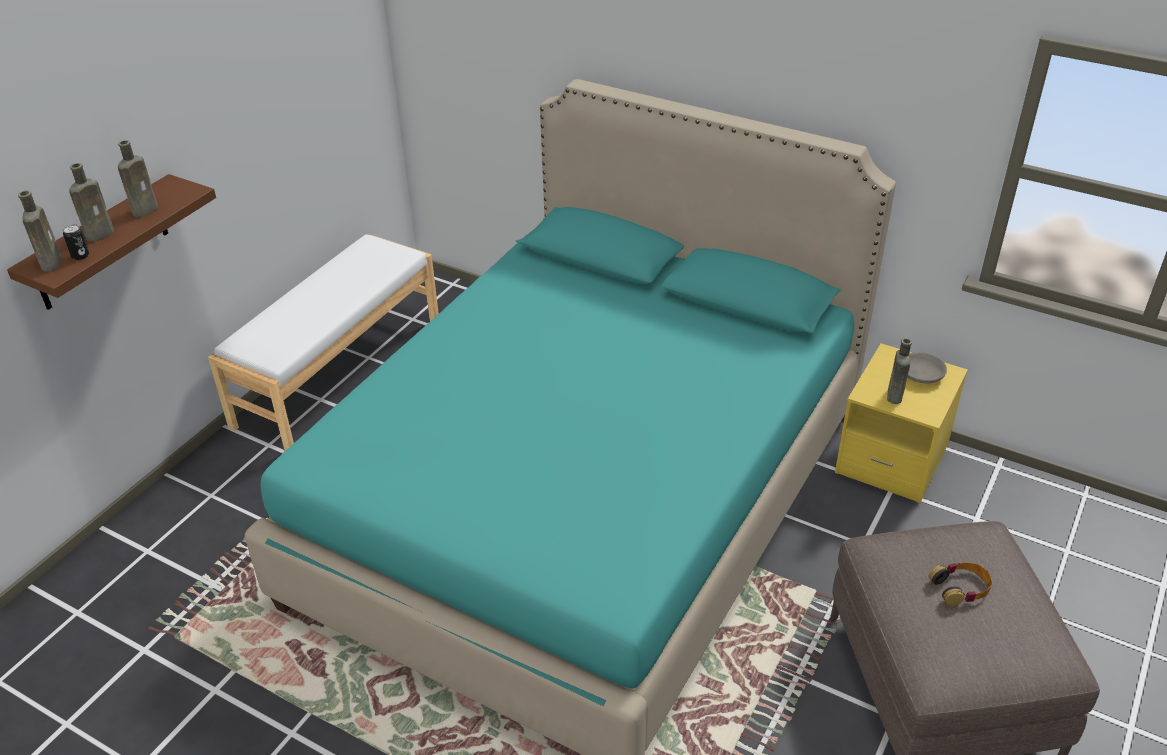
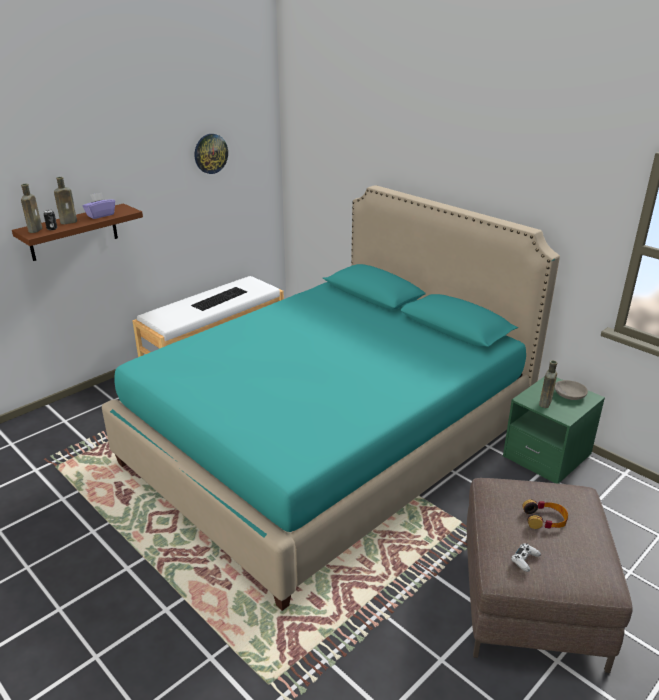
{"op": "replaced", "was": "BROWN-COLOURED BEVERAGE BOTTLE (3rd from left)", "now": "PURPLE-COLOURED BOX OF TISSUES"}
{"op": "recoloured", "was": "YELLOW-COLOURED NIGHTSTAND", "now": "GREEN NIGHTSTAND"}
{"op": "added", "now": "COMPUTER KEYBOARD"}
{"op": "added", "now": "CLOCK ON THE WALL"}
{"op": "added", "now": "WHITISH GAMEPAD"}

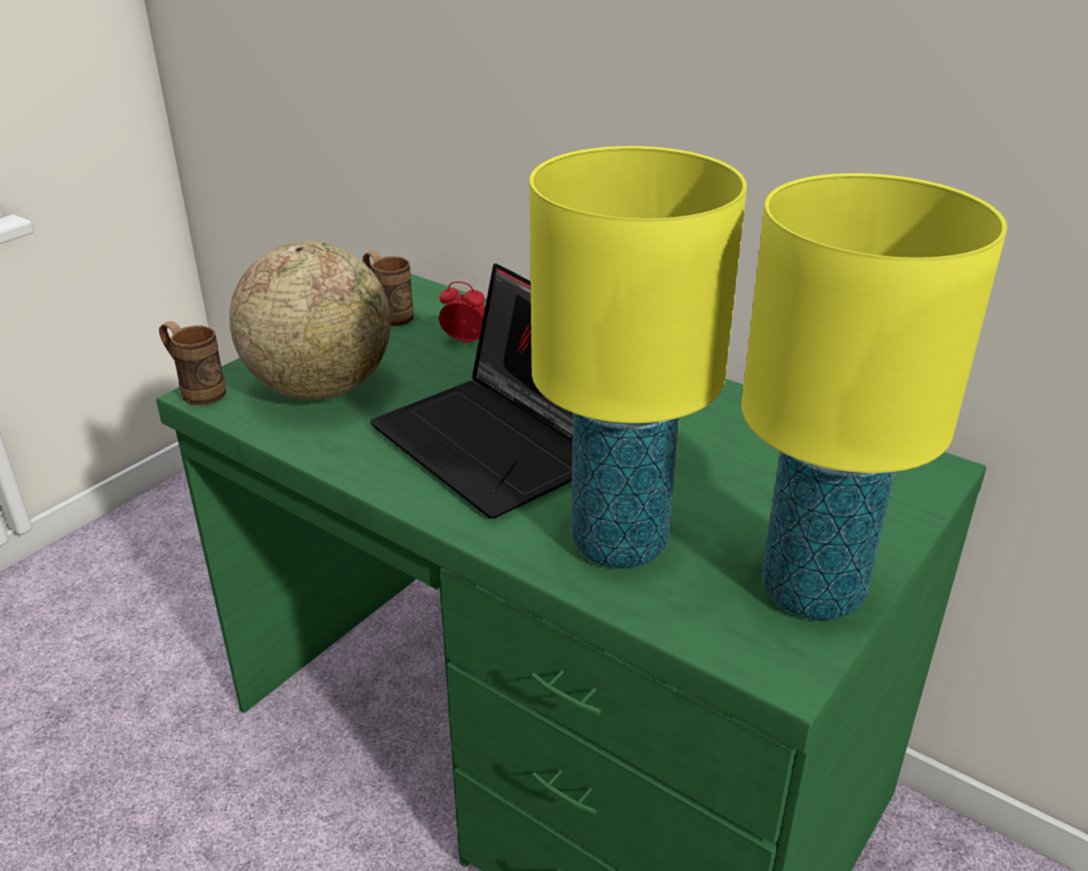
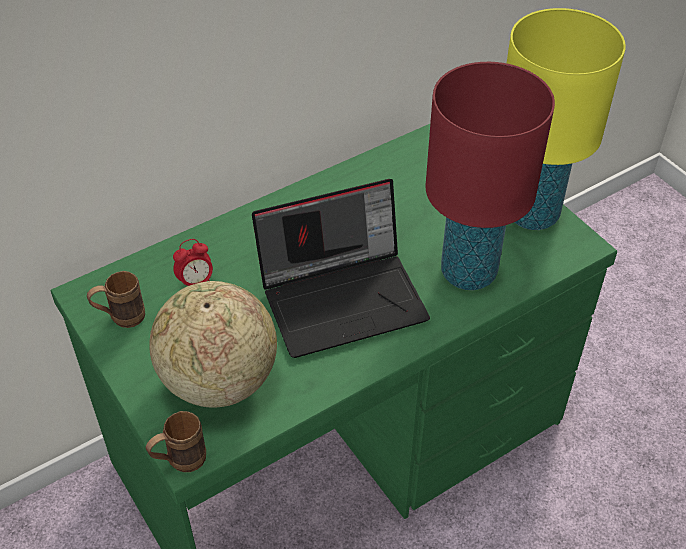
{"op": "turned", "was": "TABLE CLOCK", "clockwise": -150}
{"op": "recoloured", "was": "YELLOW-COLOURED LAMP FOR A TABLE (1st from left)", "now": "REDDISH LAMP FOR A TABLE"}

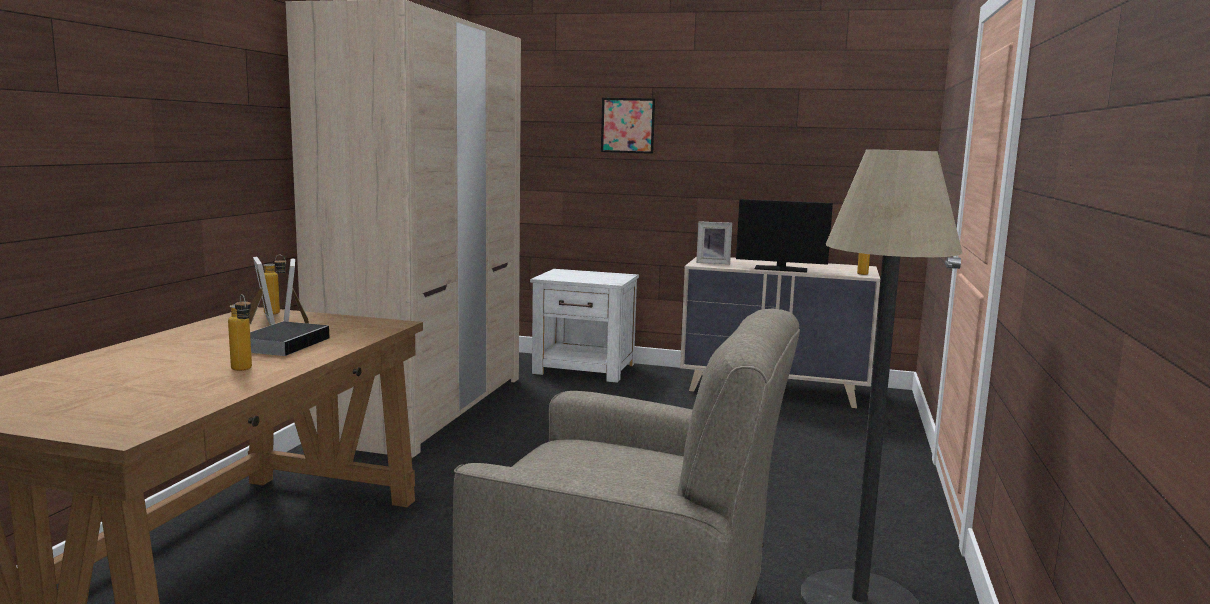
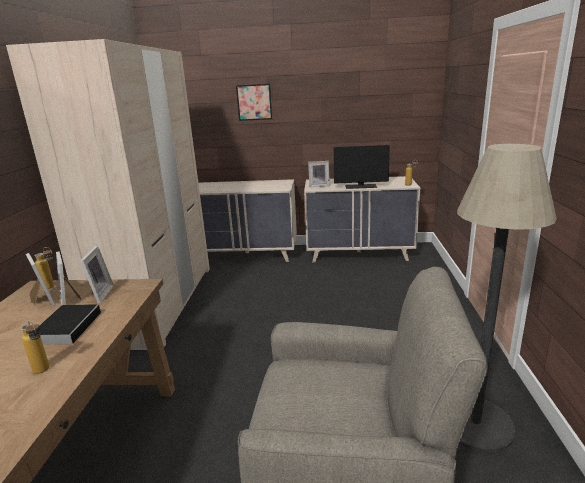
{"op": "replaced", "was": "WHITISH NIGHTSTAND", "now": "BEIGE-COLOURED DRAWER CHEST (1st from left)"}
{"op": "added", "now": "PICTURE FRAME (3rd from left)"}

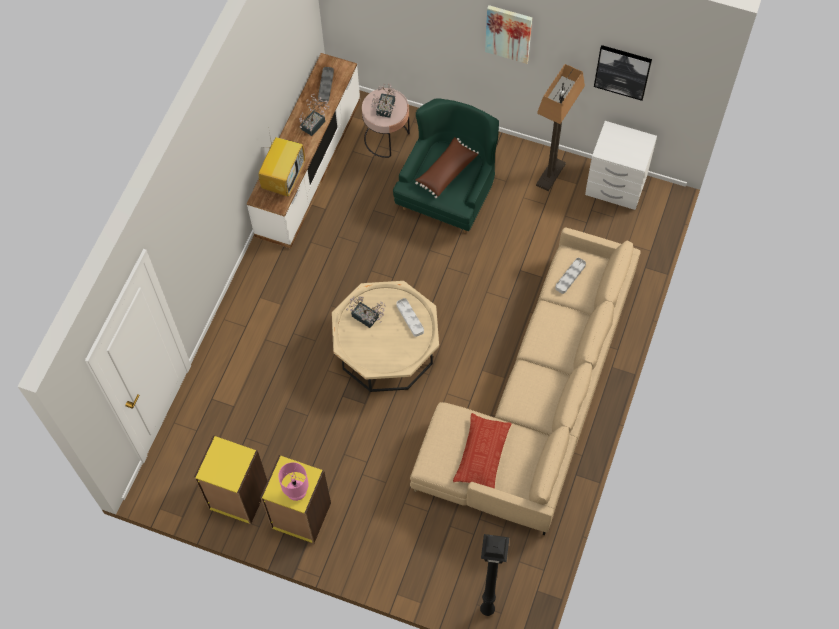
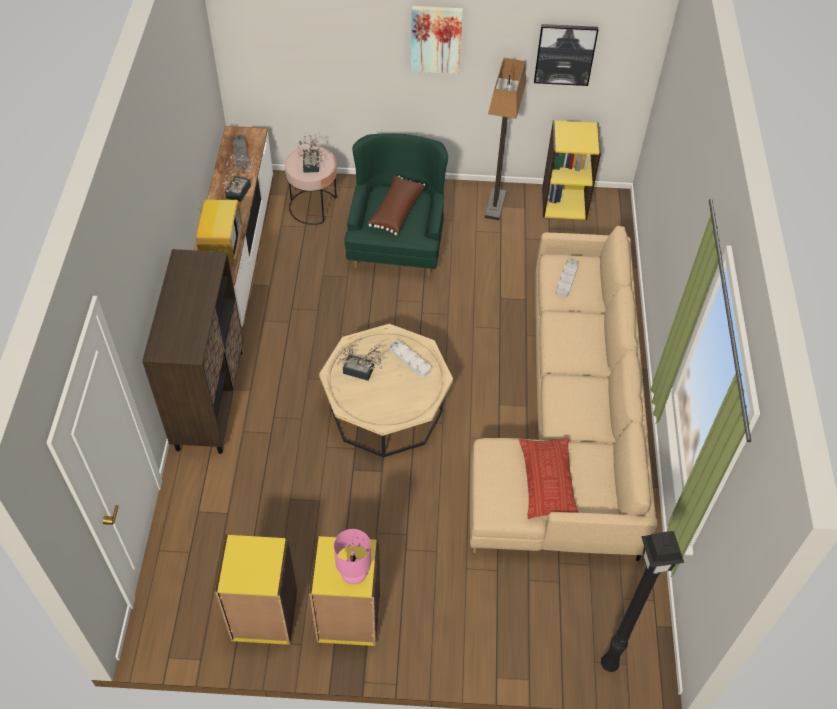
{"op": "replaced", "was": "WHITISH NIGHTSTAND", "now": "YELLOW-COLOURED BOOKCASE (3rd from left)"}
{"op": "added", "now": "BROWN-COLOURED CUPBOARD"}

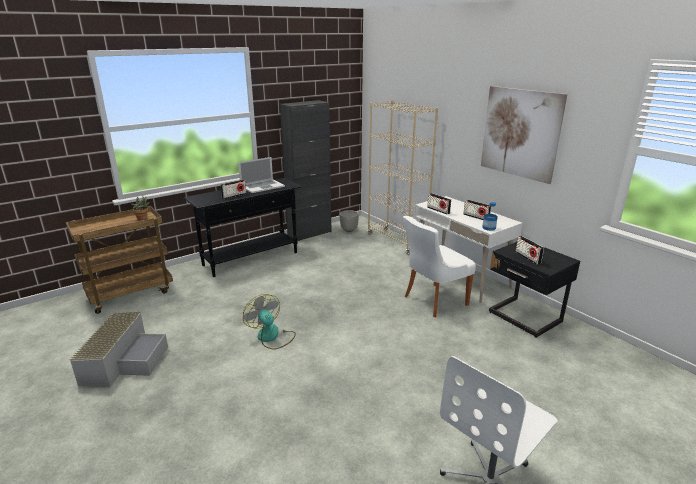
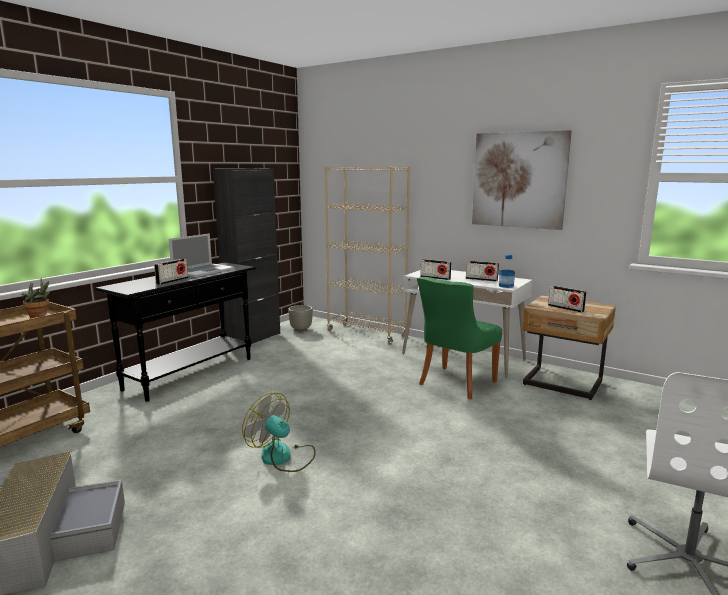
{"op": "recoloured", "was": "WHITISH PLAIN CHAIR", "now": "GREEN PLAIN CHAIR"}
{"op": "recoloured", "was": "BLACKISH NIGHTSTAND", "now": "BEIGE-COLOURED NIGHTSTAND"}

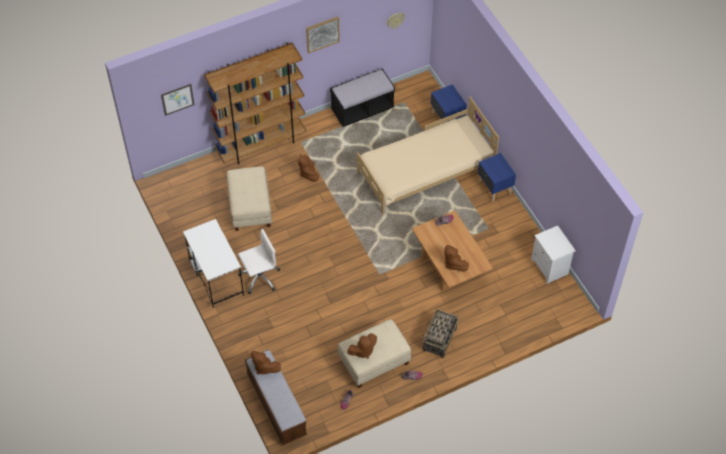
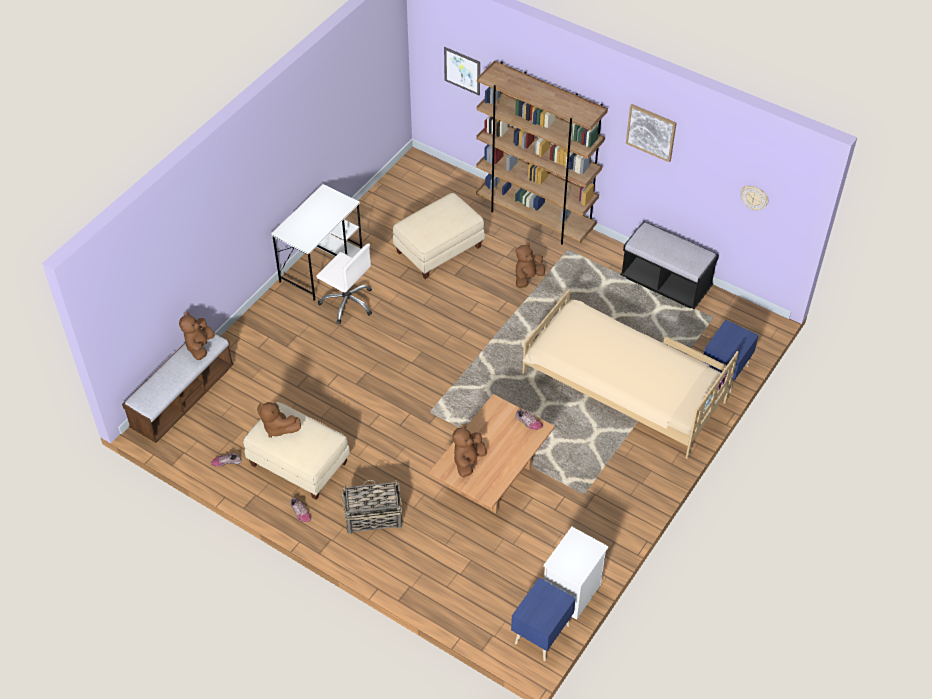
{"op": "moved", "was": "BLUE NIGHTSTAND (2nd from left in the first image)", "now": "BLUE NIGHTSTAND (1st from left)"}

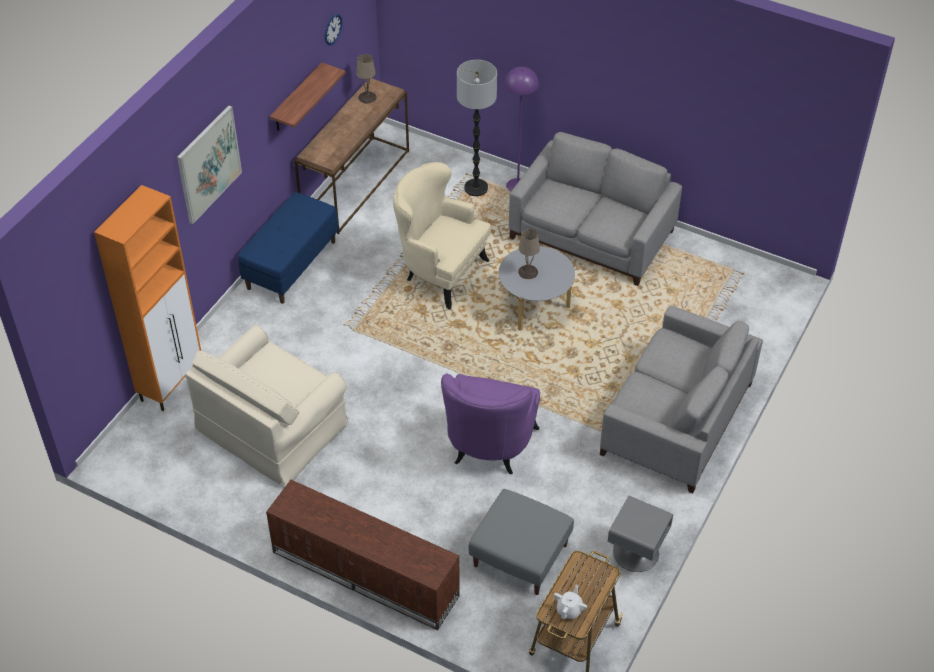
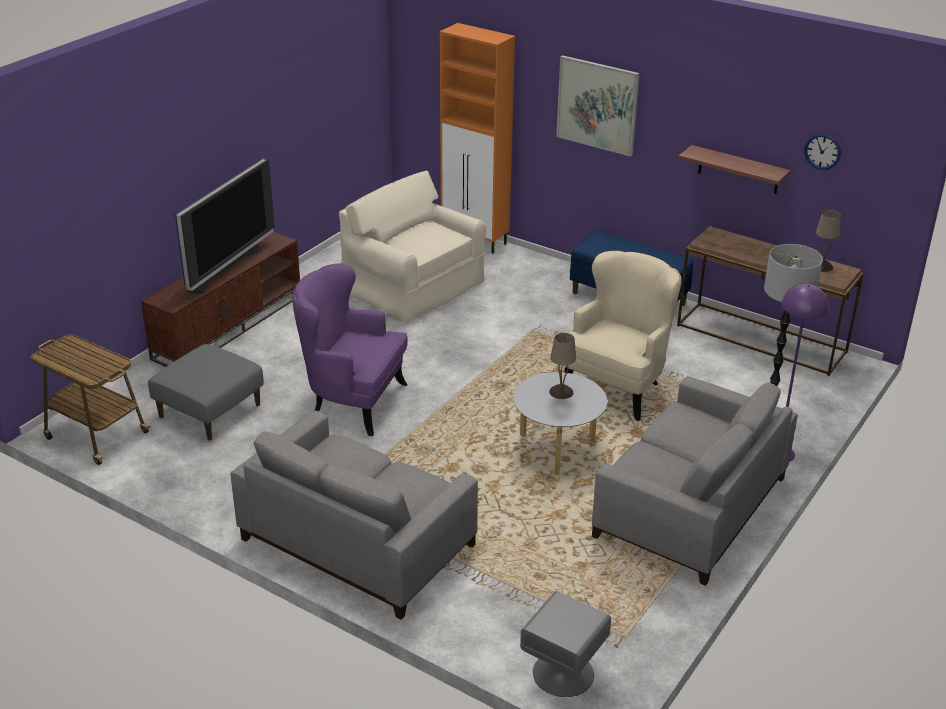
{"op": "removed", "was": "WHITISH POT FOR TEA"}
{"op": "moved", "was": "GRAY NIGHTSTAND"}
{"op": "added", "now": "TV"}

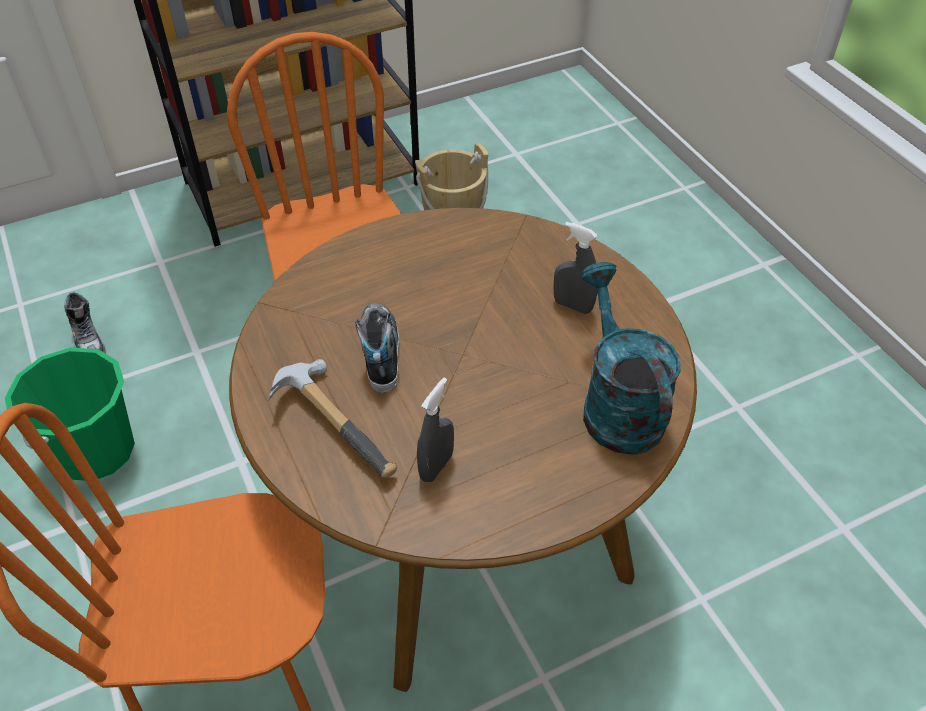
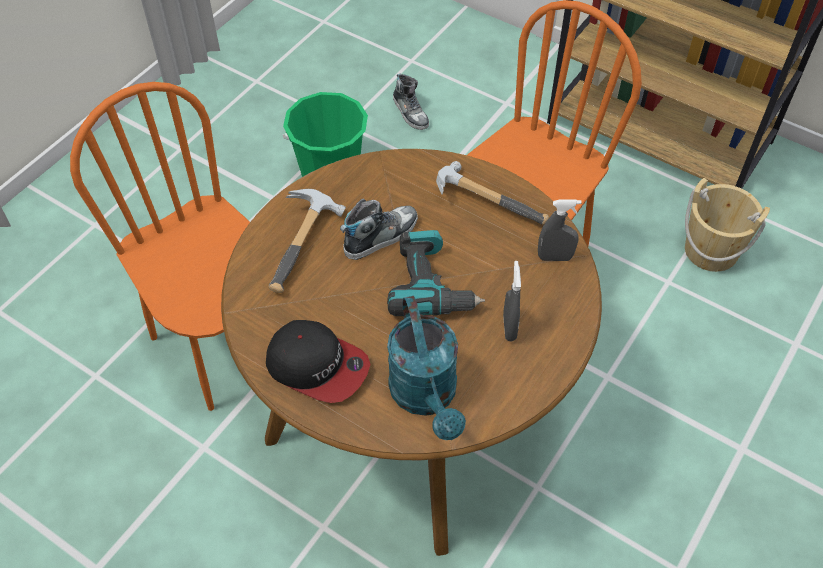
{"op": "turned", "was": "ITEM OF FOOTWEAR (1st from left in the first image)", "clockwise": -60}
{"op": "moved", "was": "GRAY HAND SPRAYER (1st from left in the first image)", "now": "GRAY HAND SPRAYER (2nd from left)"}
{"op": "turned", "was": "TURQUOISE WATERING CAN", "clockwise": 120}
{"op": "added", "now": "BASEBALL CAP"}
{"op": "added", "now": "ELECTRIC DRILL"}
{"op": "added", "now": "HAMMER (2nd from left)"}

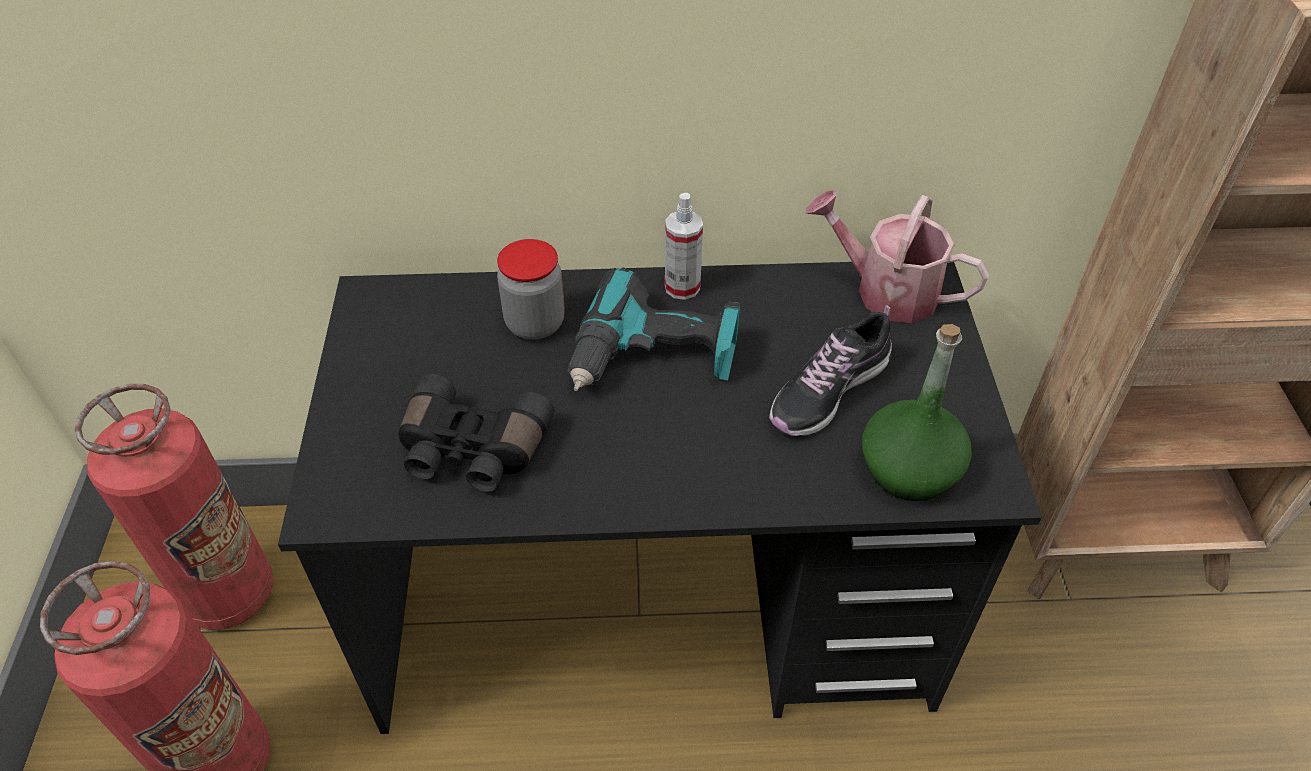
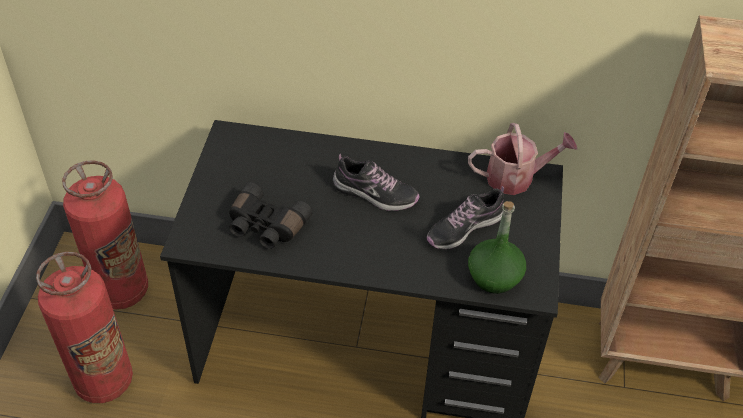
{"op": "removed", "was": "PRESERVE JAR"}
{"op": "replaced", "was": "ELECTRIC DRILL", "now": "ITEM OF FOOTWEAR (1st from left)"}
{"op": "removed", "was": "HAND SPRAYER"}
{"op": "turned", "was": "WATERING CAN", "clockwise": 135}

